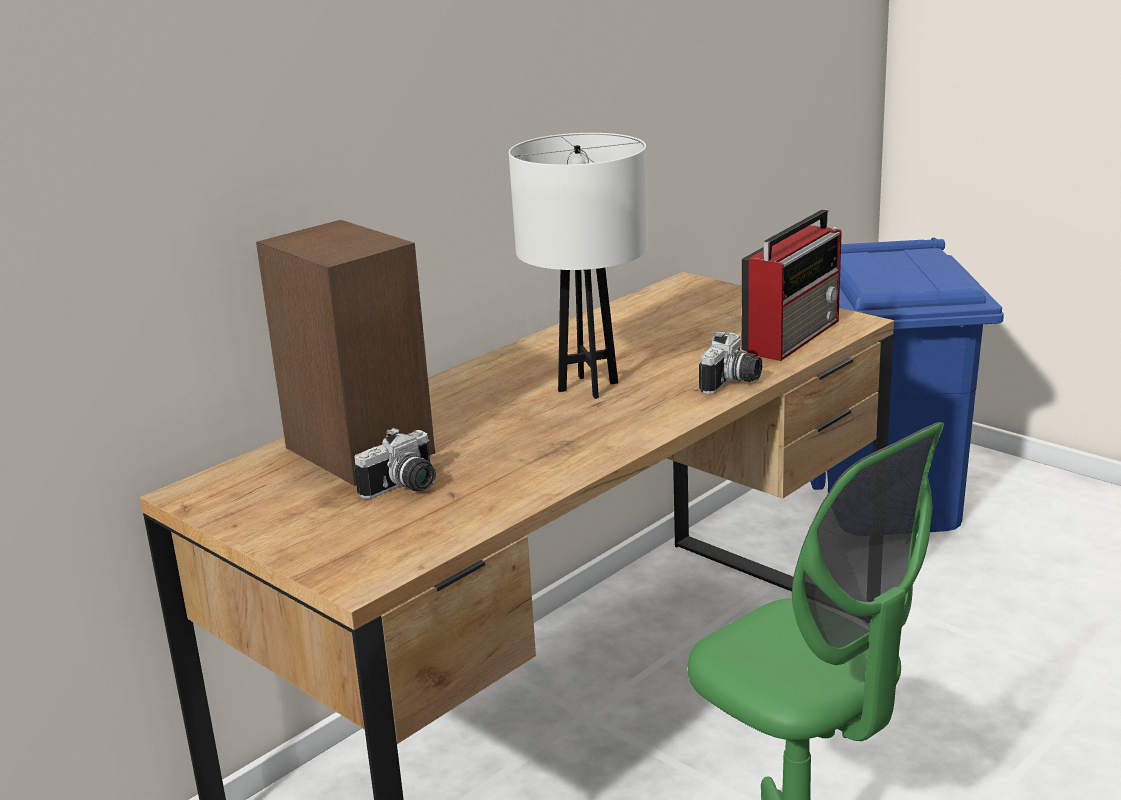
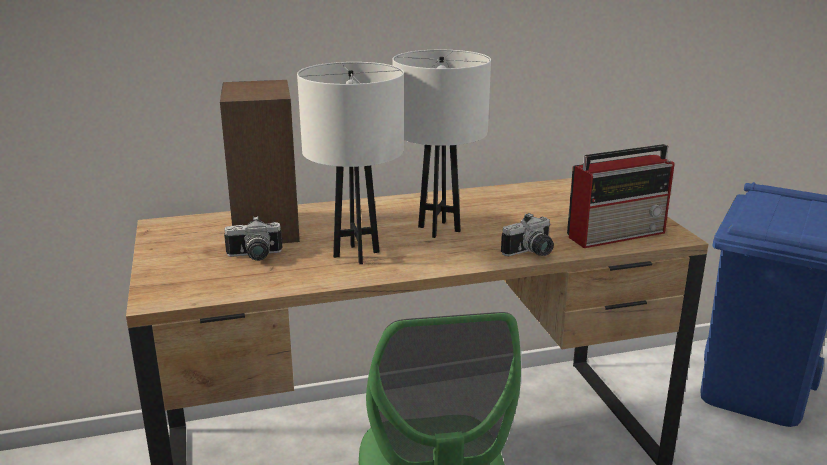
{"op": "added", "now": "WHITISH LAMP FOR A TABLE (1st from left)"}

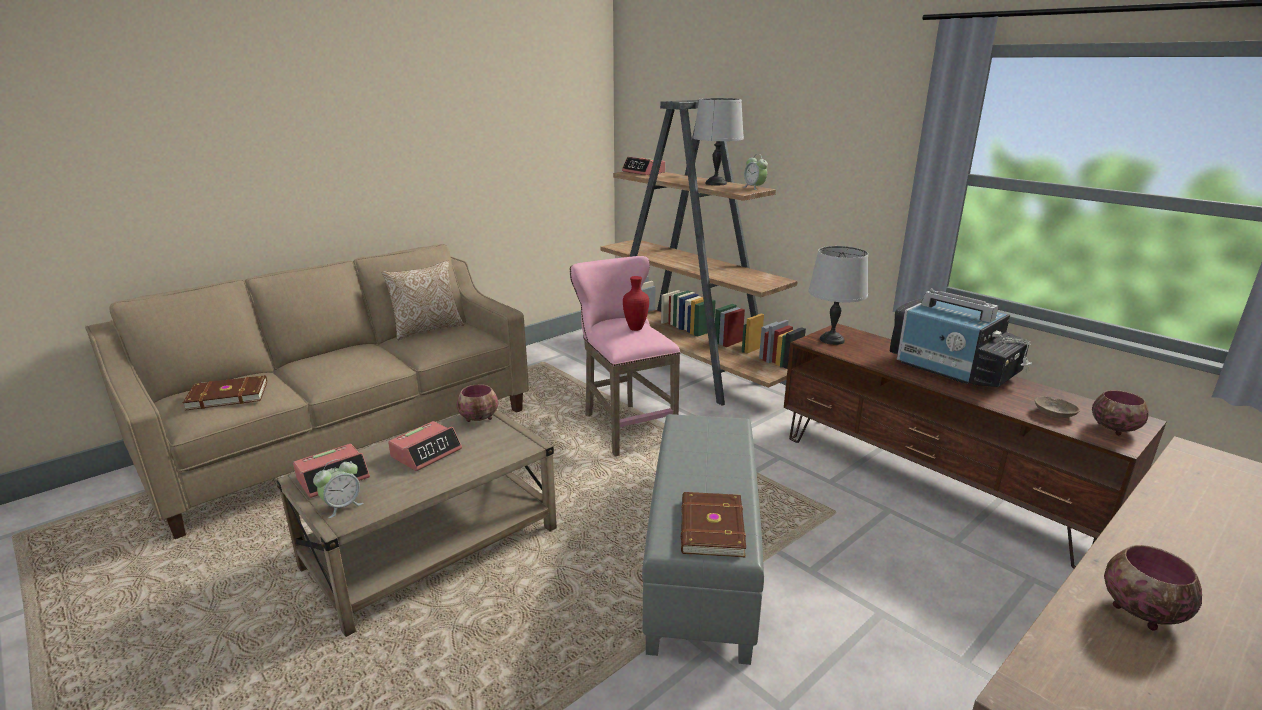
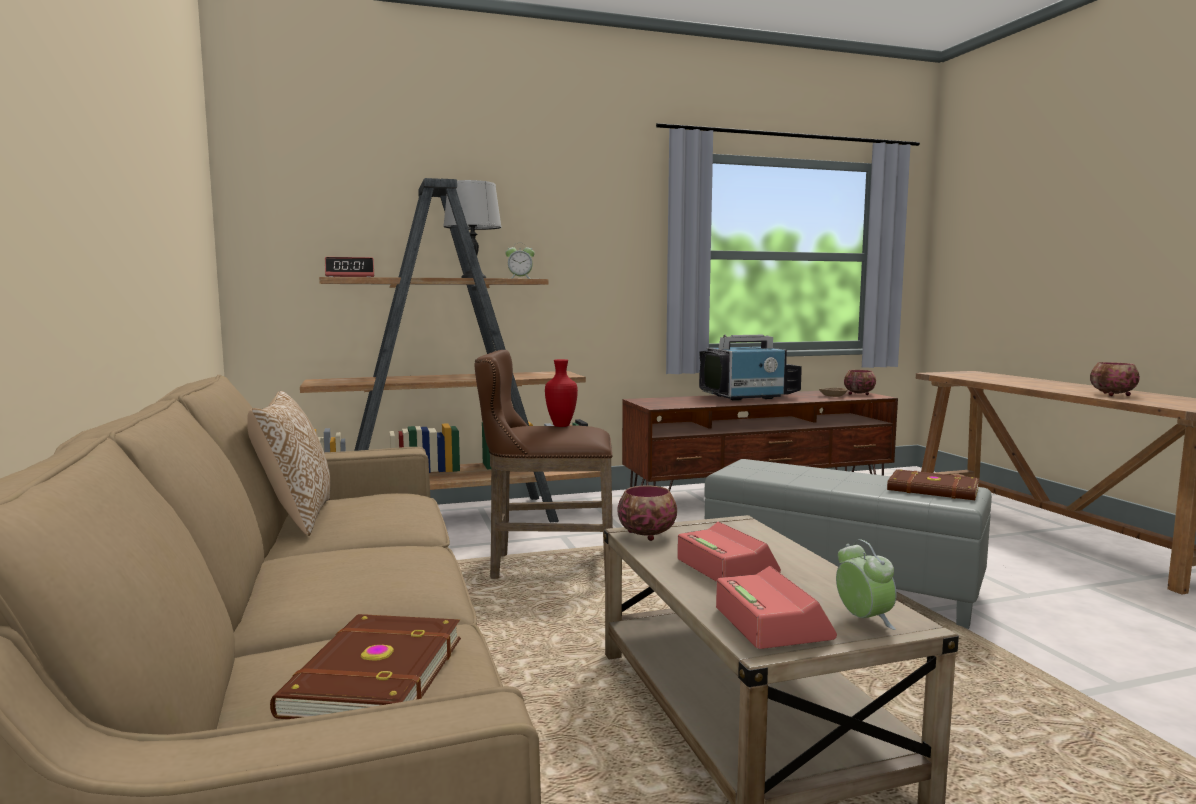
{"op": "recoloured", "was": "PINK-COLOURED SITTING STOOL", "now": "BROWN-COLOURED SITTING STOOL"}
{"op": "removed", "was": "GRAY LAMP FOR A TABLE (2nd from left)"}

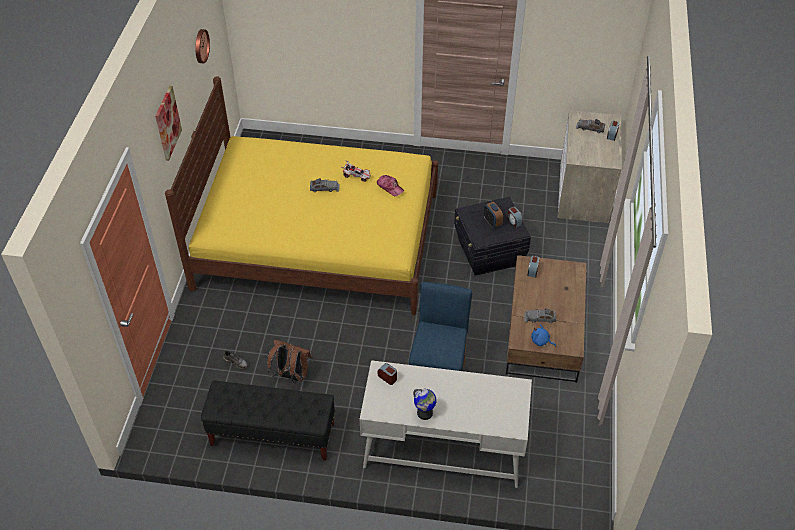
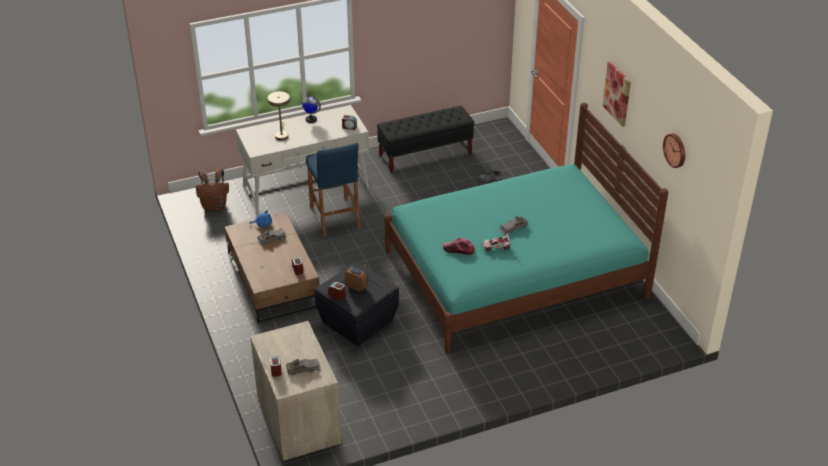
{"op": "recoloured", "was": "YELLOW-COLOURED BED", "now": "TURQUOISE BED"}
{"op": "moved", "was": "BROWN-COLOURED BACKPACK"}
{"op": "added", "now": "BEIGE-COLOURED LAMP FOR A TABLE"}

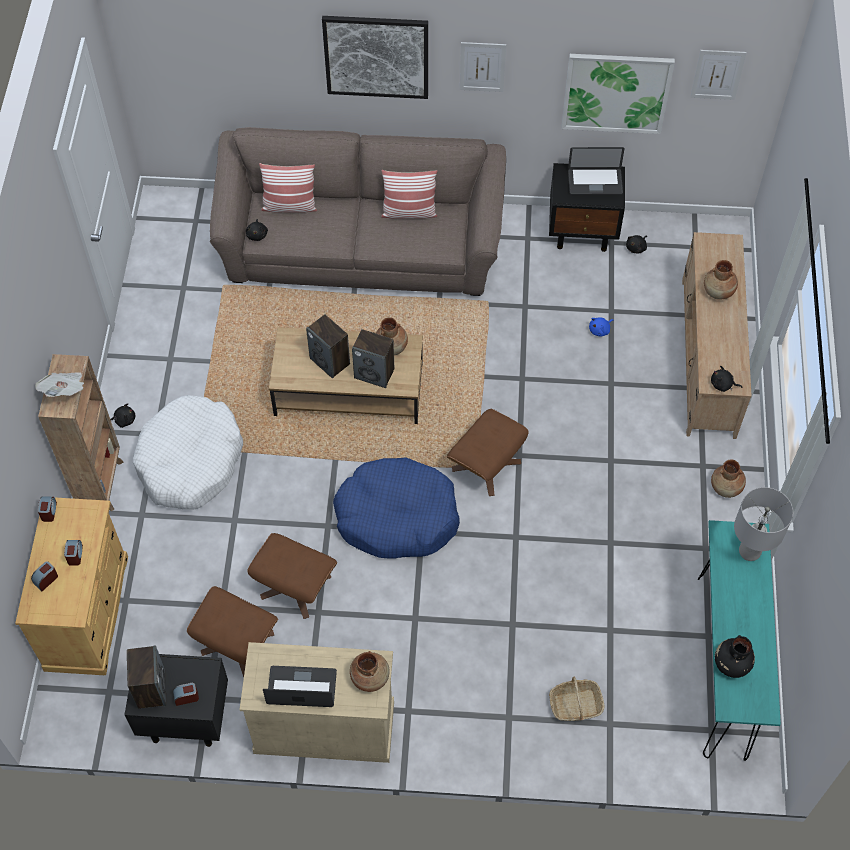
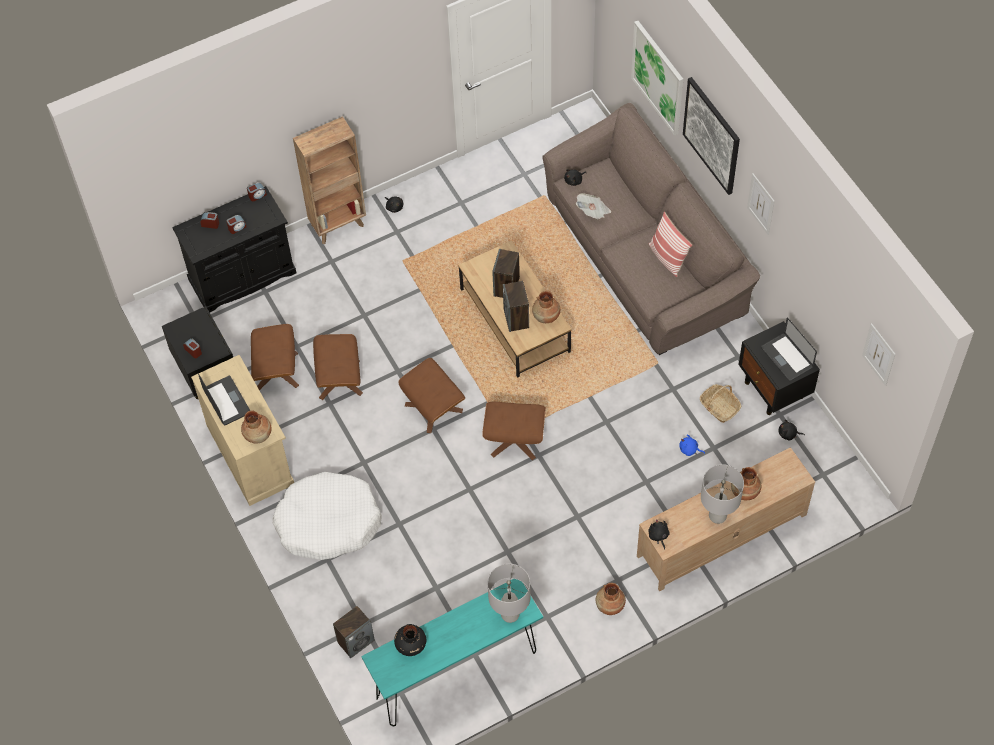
{"op": "recoloured", "was": "BEIGE-COLOURED CUPBOARD (1st from left)", "now": "BLACKISH CUPBOARD"}
{"op": "moved", "was": "PRINTED PAPER"}
{"op": "moved", "was": "SPEAKER (1st from left)"}
{"op": "moved", "was": "WHITISH DOG BED"}
{"op": "removed", "was": "PILLOW (1st from left)"}
{"op": "replaced", "was": "BLUE DOG BED", "now": "BROWN-COLOURED FOOTREST (3rd from left)"}
{"op": "moved", "was": "BASKET"}
{"op": "moved", "was": "PICTURE (3rd from left in the first image)", "now": "PICTURE (1st from left)"}
{"op": "added", "now": "GRAY LAMP FOR A TABLE (2nd from left)"}

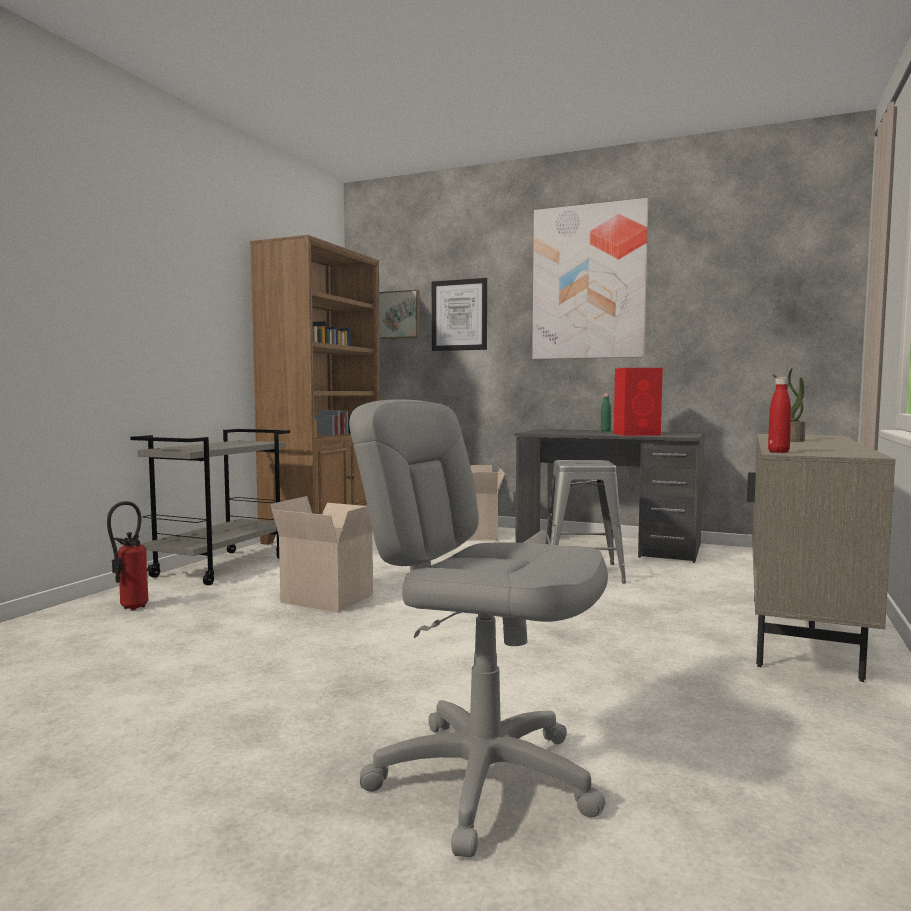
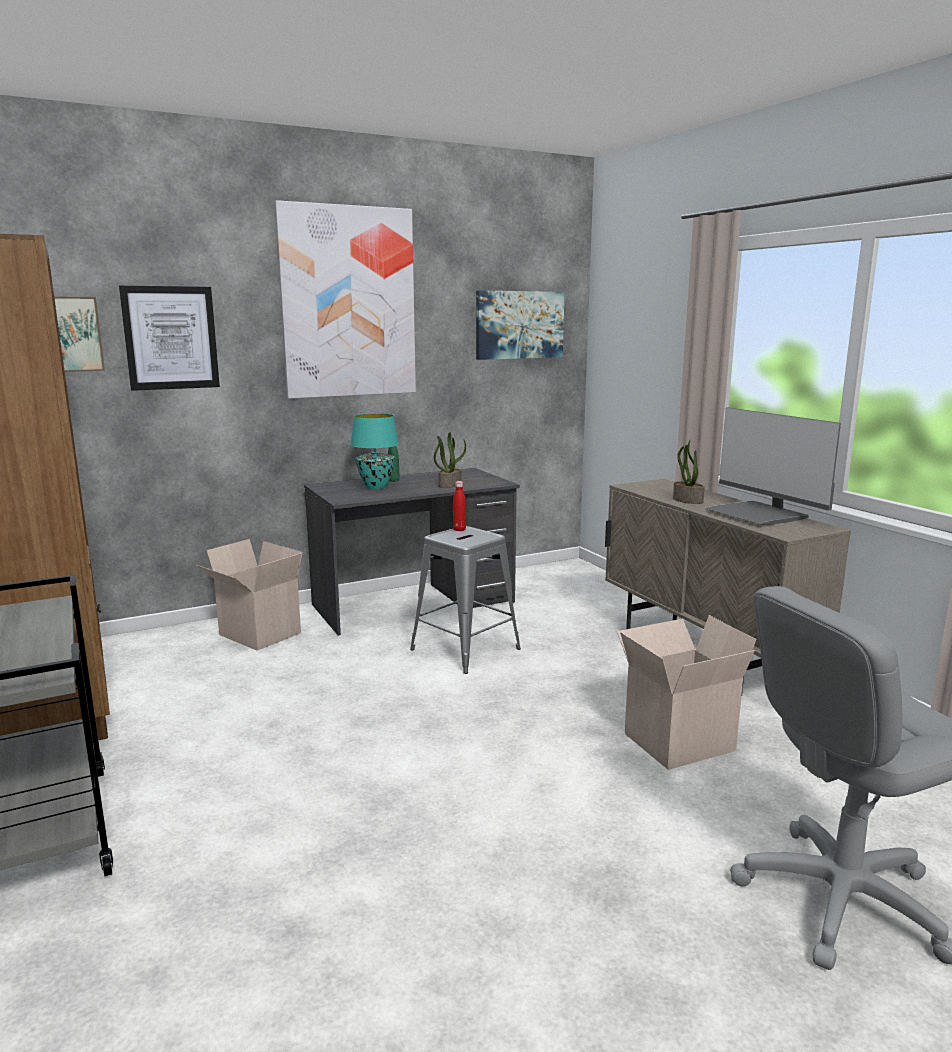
{"op": "removed", "was": "FIRE EXTINGUISHER"}
{"op": "moved", "was": "CARDBOARD BOX (1st from left in the first image)", "now": "CARDBOARD BOX (2nd from left)"}
{"op": "replaced", "was": "REDDISH SPEAKER", "now": "HOUSEPLANT (1st from left)"}
{"op": "moved", "was": "REDDISH BEVERAGE BOTTLE"}
{"op": "added", "now": "TURQUOISE LAMP FOR A TABLE"}
{"op": "added", "now": "PICTURE (4th from left)"}
{"op": "added", "now": "MONITOR"}

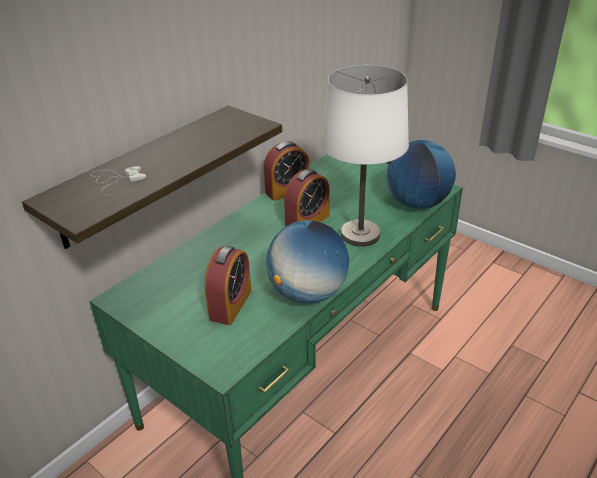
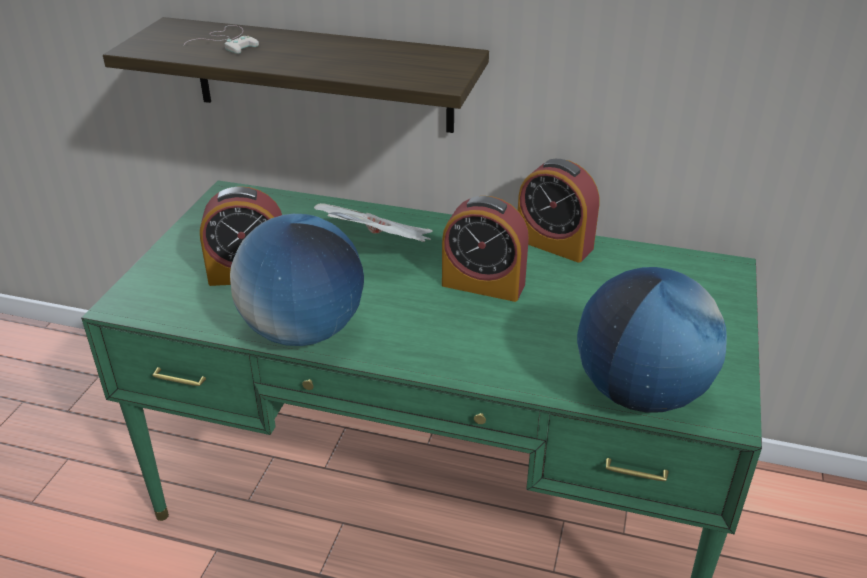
{"op": "removed", "was": "WHITISH LAMP FOR A TABLE"}
{"op": "added", "now": "PRINTED PAPER"}

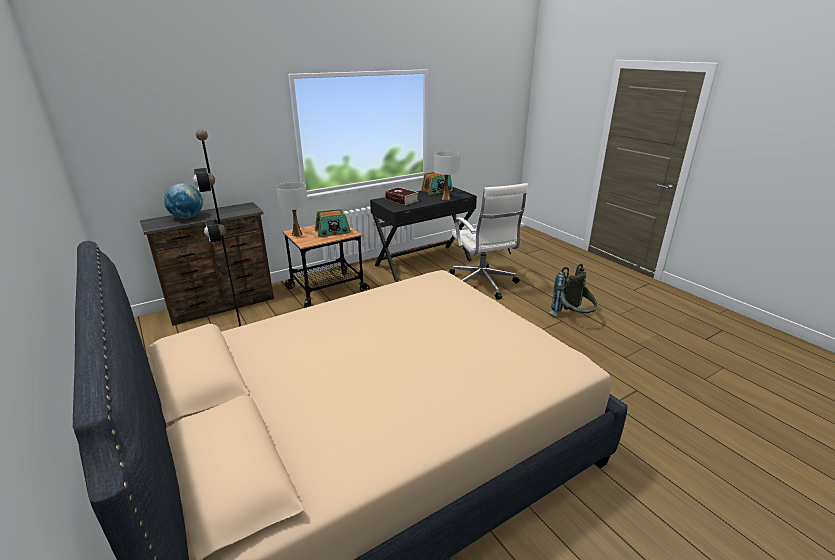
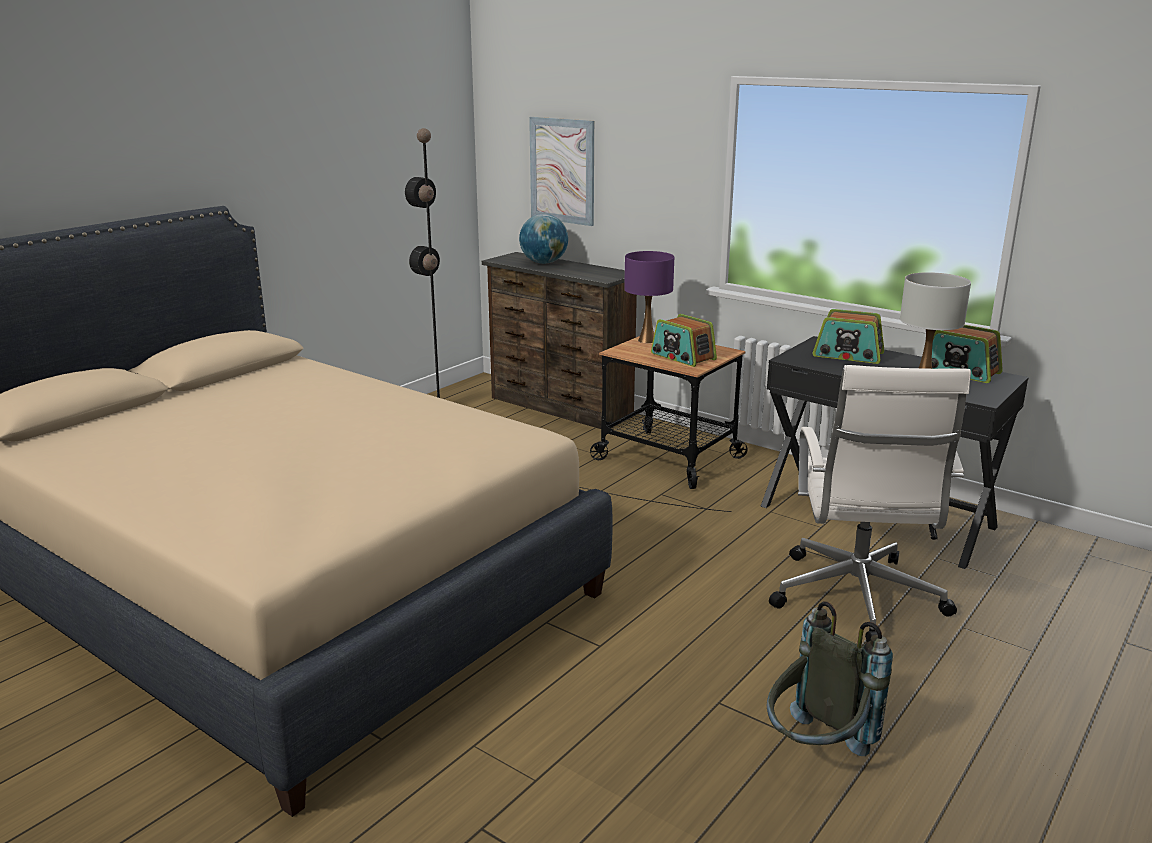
{"op": "recoloured", "was": "WHITISH LAMP FOR A TABLE (1st from left)", "now": "PURPLE-COLOURED LAMP FOR A TABLE"}
{"op": "replaced", "was": "BOOK", "now": "RADIO SET (2nd from left)"}
{"op": "turned", "was": "WHITISH DESK CHAIR", "clockwise": -45}
{"op": "added", "now": "PICTURE"}

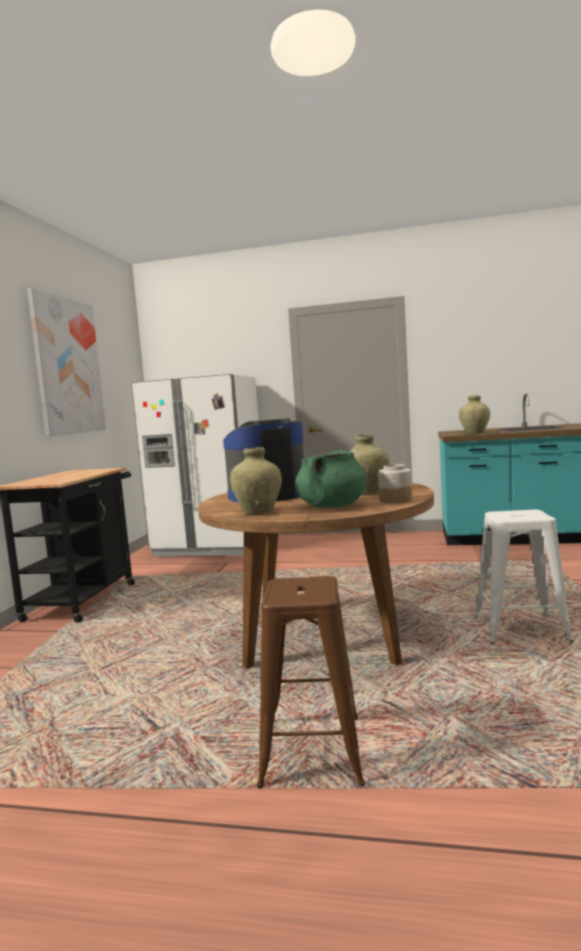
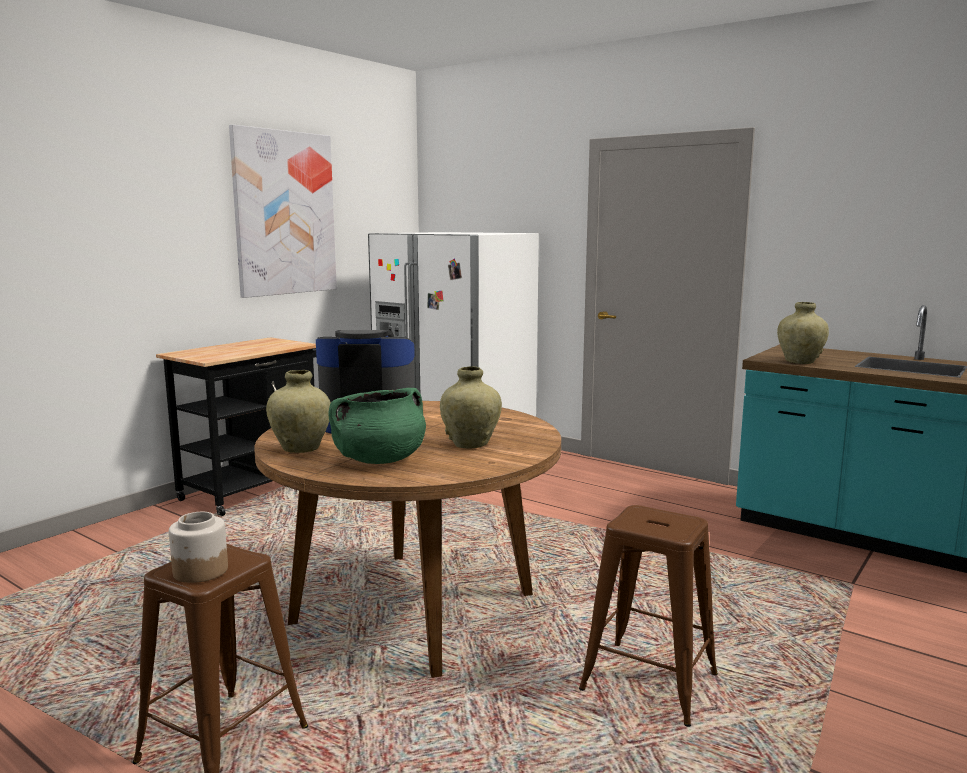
{"op": "moved", "was": "PRESERVE JAR"}
{"op": "recoloured", "was": "WHITISH SITTING STOOL", "now": "BROWN-COLOURED SITTING STOOL (2nd from left)"}

